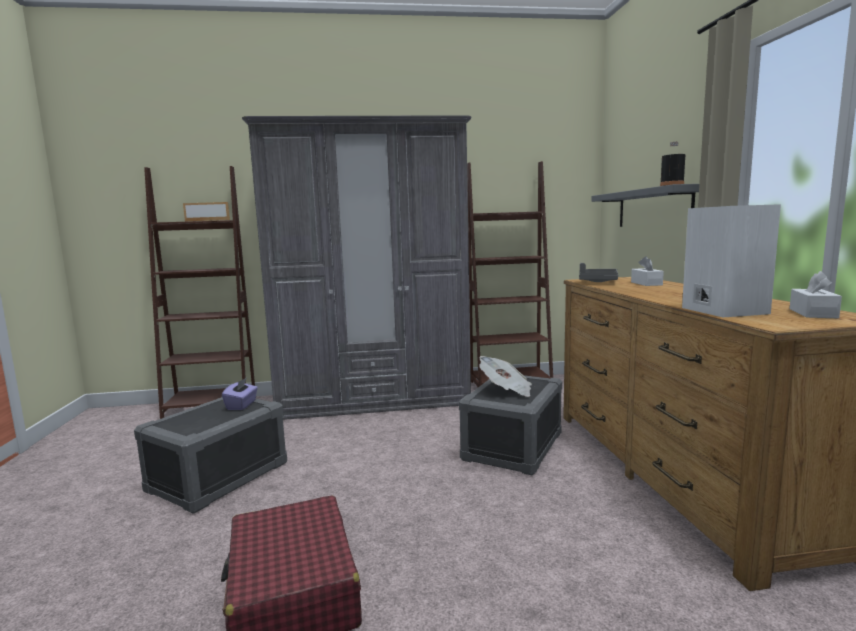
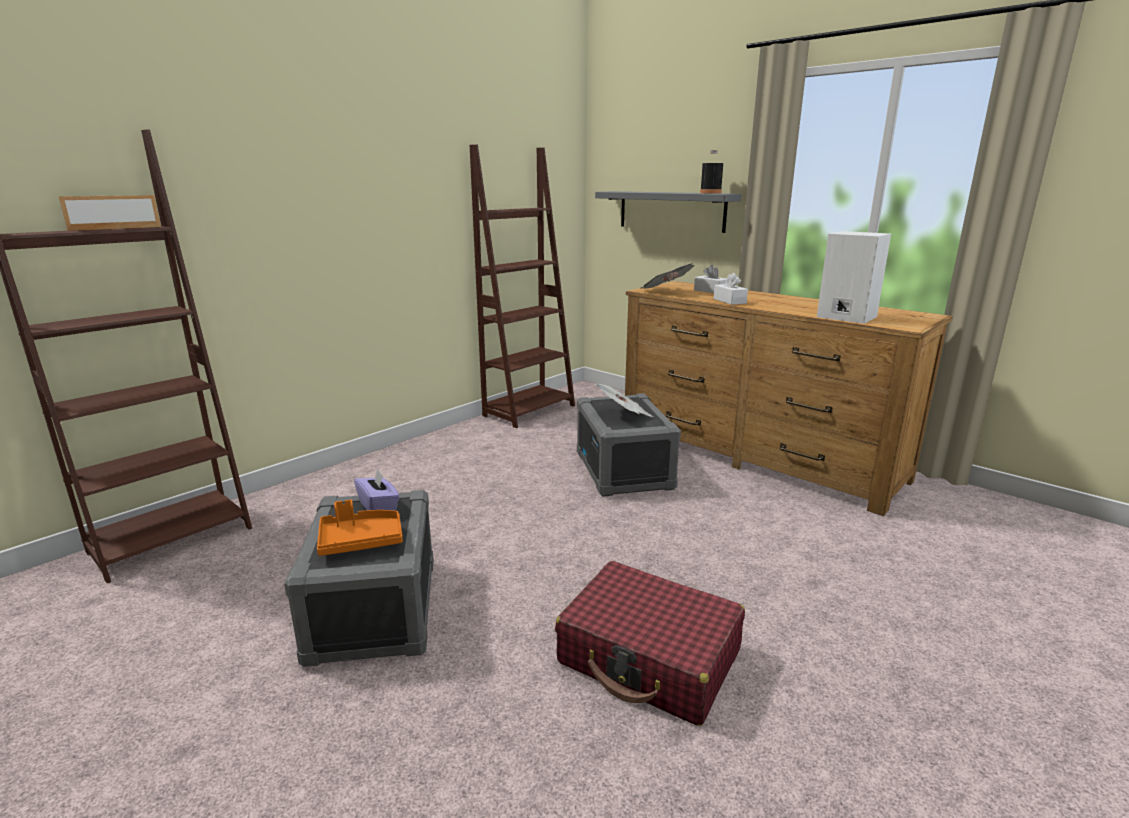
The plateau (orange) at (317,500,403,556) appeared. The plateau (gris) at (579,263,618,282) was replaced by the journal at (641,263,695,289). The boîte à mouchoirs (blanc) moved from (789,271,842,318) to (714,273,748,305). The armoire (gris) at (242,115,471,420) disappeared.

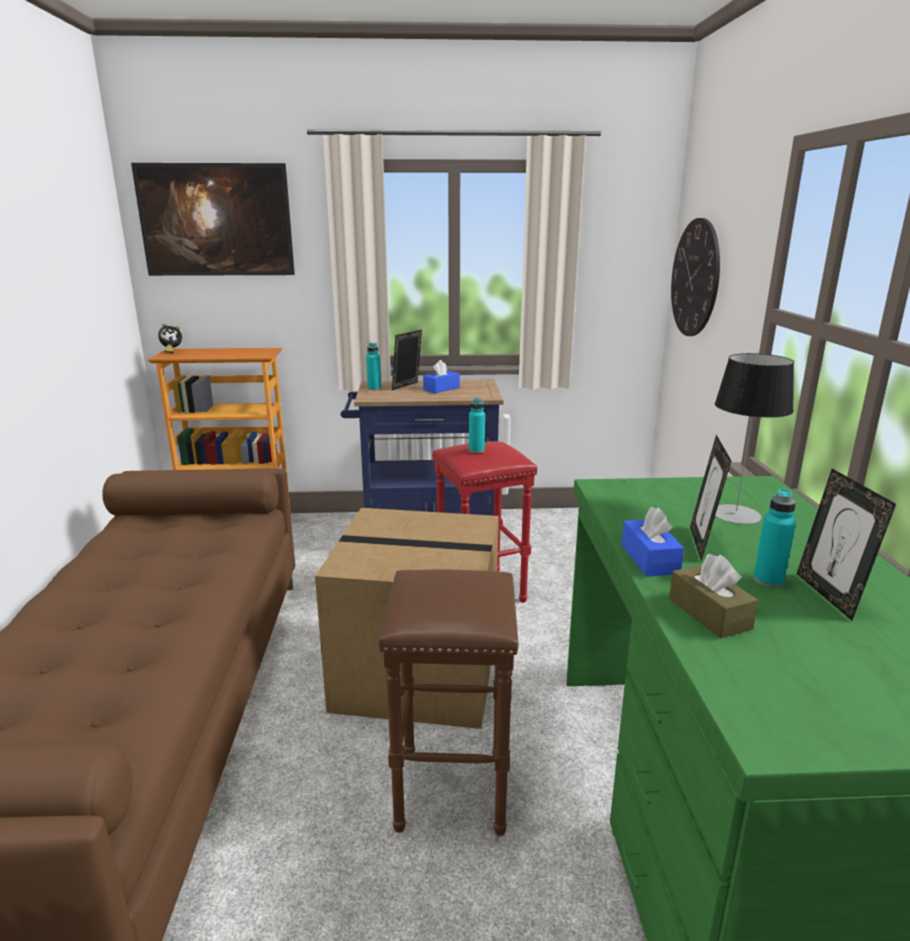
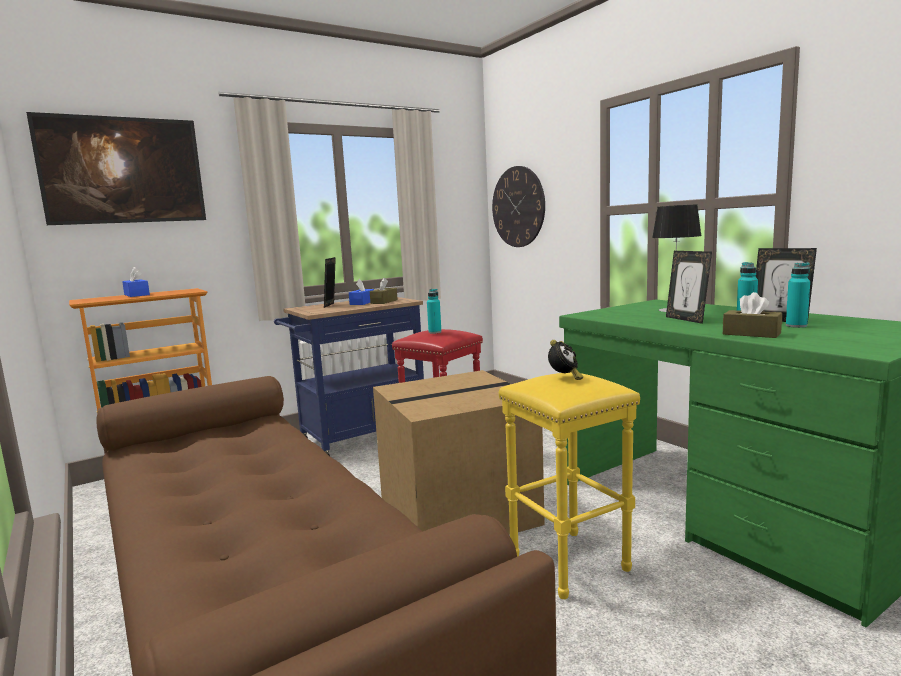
The boîte à mouchoirs (bleu) moved from (622,507,684,577) to (122,267,150,297). The boîte à mouchoirs (marron) at (370,278,398,304) appeared. The tabouret (marron) at (379,569,519,836) became the tabouret (jaune) at (499,372,640,599). The réveil moved from (158,324,182,353) to (548,340,583,380). The bouteille (turquoise) moved from (366,343,381,390) to (786,263,810,328).

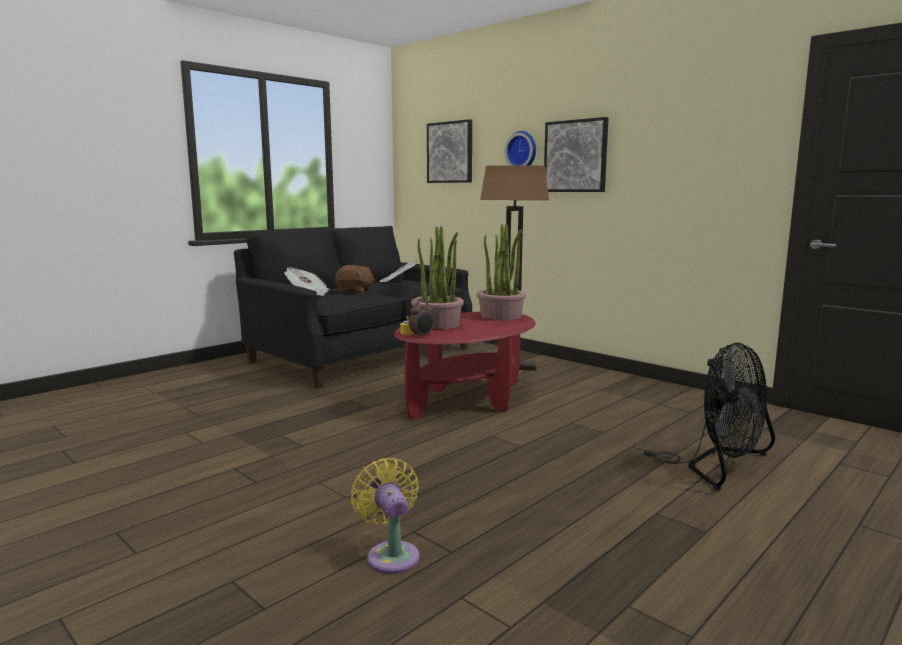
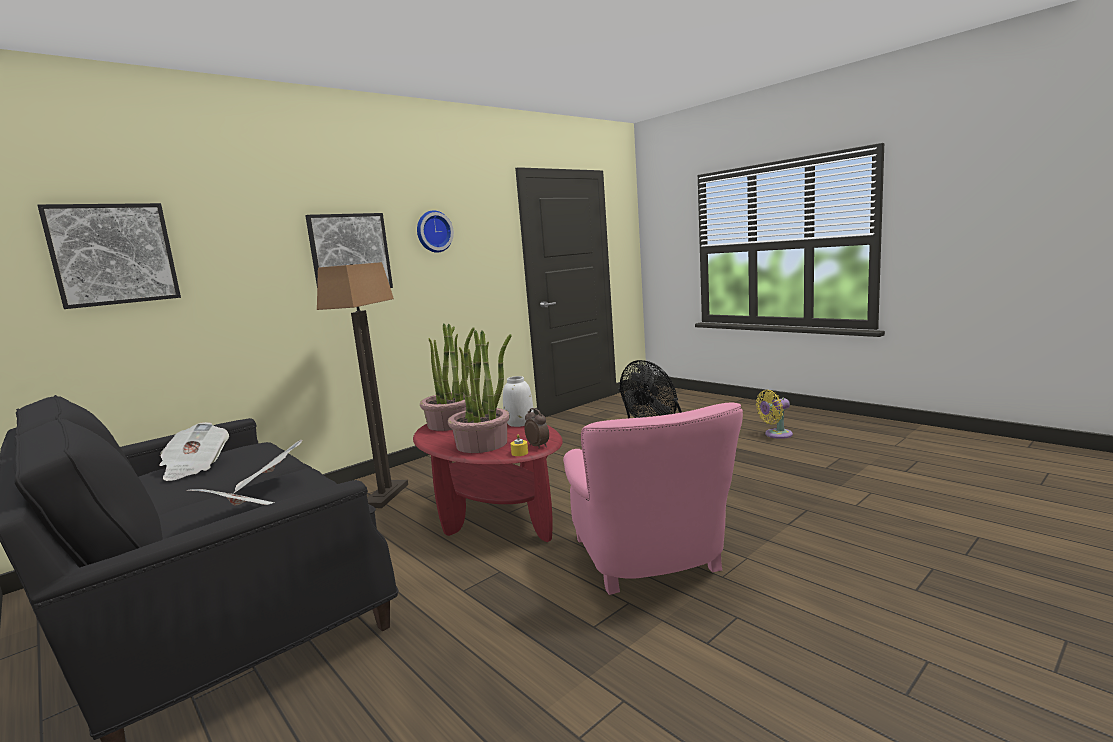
The peluche (marron) at (335,265,375,294) was replaced by the journal at (233,440,302,494). The horloge murale moved from (505,131,536,165) to (417,210,454,253). The vase (blanc) at (503,376,534,427) appeared. The fauteuil (rose) at (563,403,743,595) appeared. The ventilateur (jaune) moved from (351,458,420,574) to (756,390,793,439).

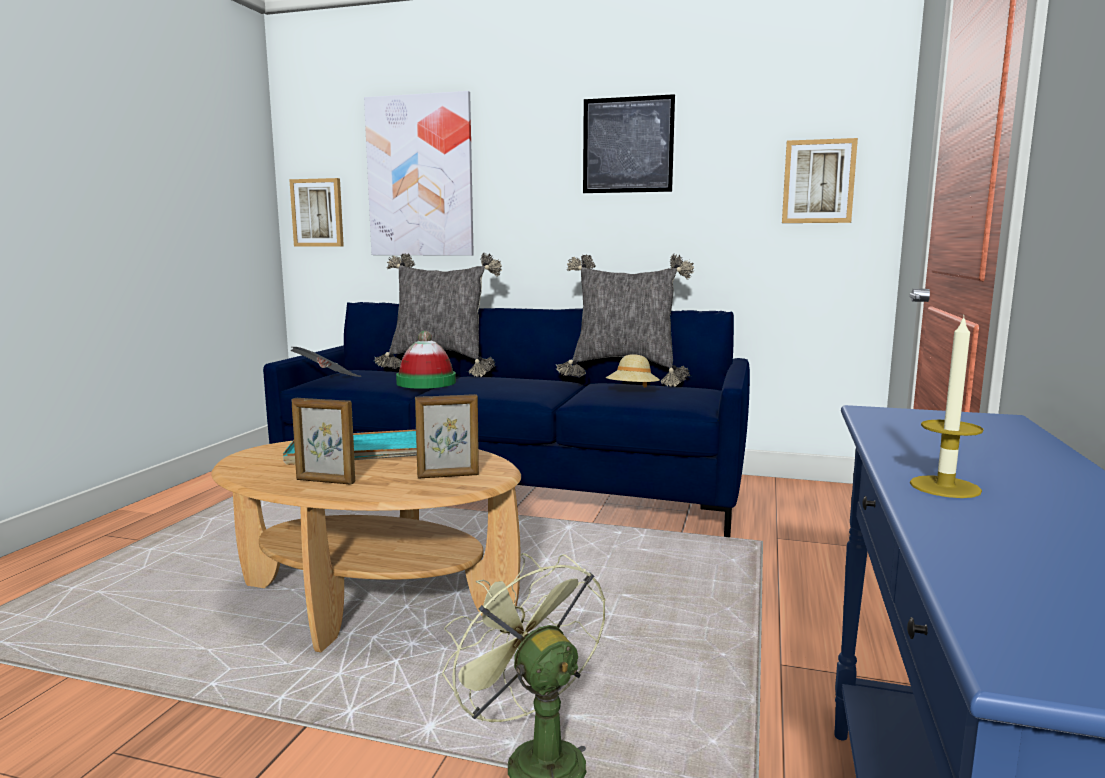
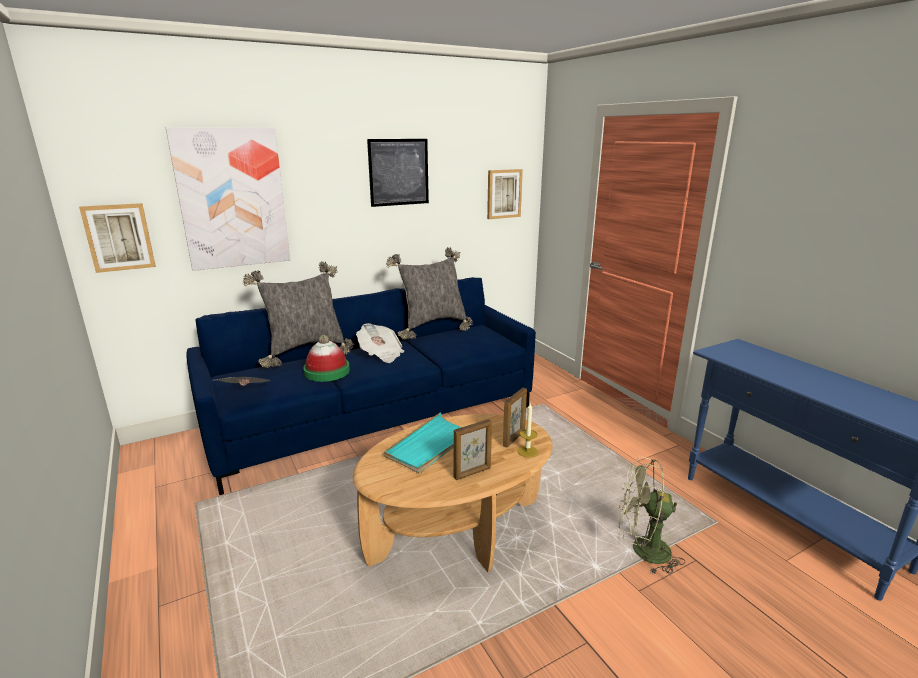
The journal at (356,323,404,363) appeared. The bougie moved from (910,315,984,498) to (517,403,538,457). The chapeau (beige) at (606,354,660,388) disappeared.

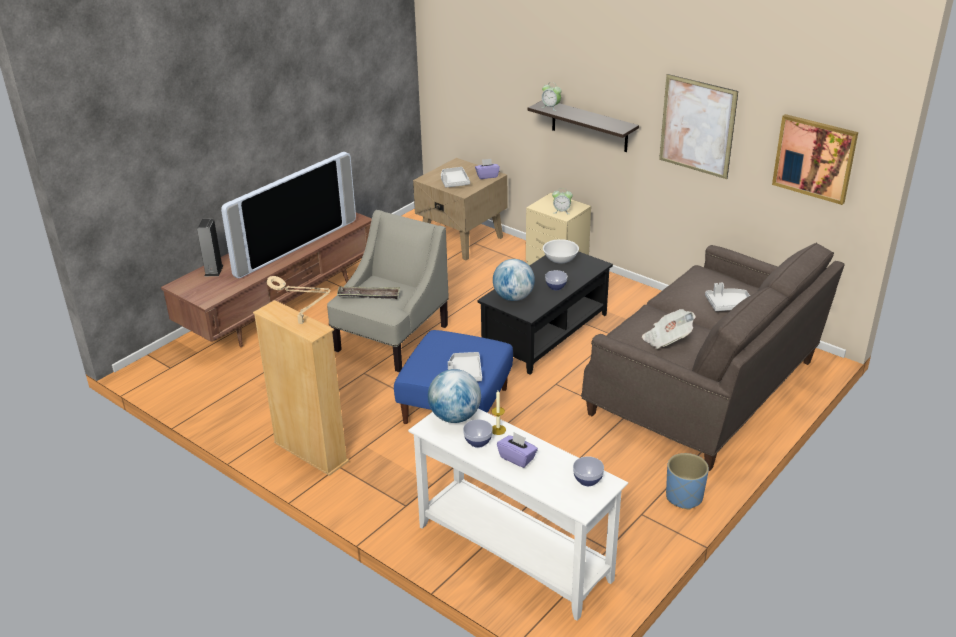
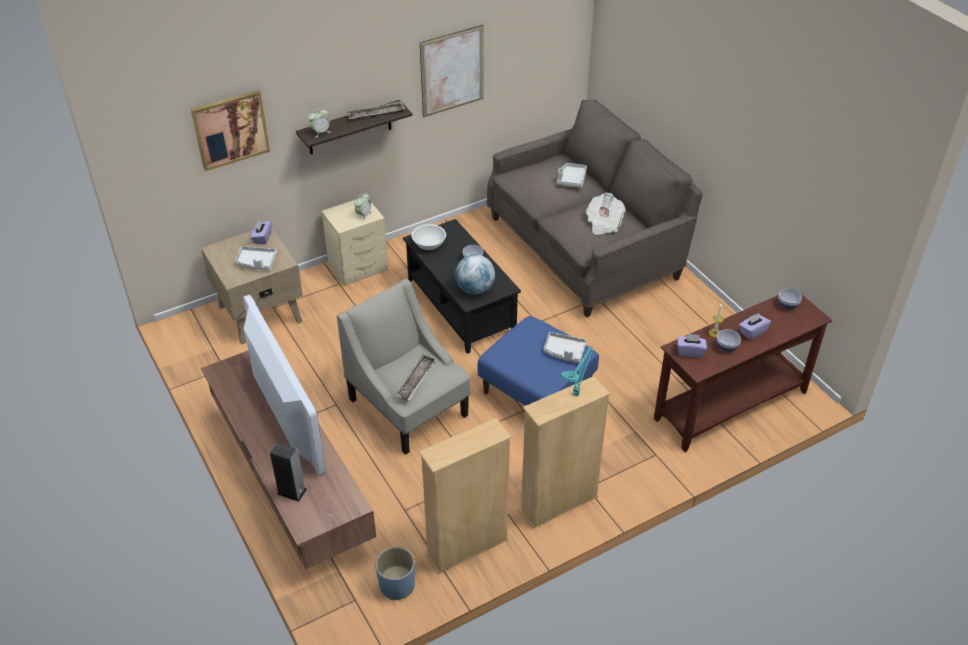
The tableau moved from (772,114,858,205) to (191,90,270,171). The plateau at (346,101,405,120) appeared. The cache-pot (bleu) moved from (666,453,709,510) to (375,546,415,600). The bibliothèque (beige) at (419,418,511,574) appeared. The lampe de table (beige) at (267,276,331,324) became the lampe de table (turquoise) at (561,346,594,397). The table console (blanc) at (408,408,628,621) became the table console (marron) at (654,288,832,452). The globe at (428,369,481,423) was replaced by the boîte à mouchoirs (violet) at (678,333,707,358).

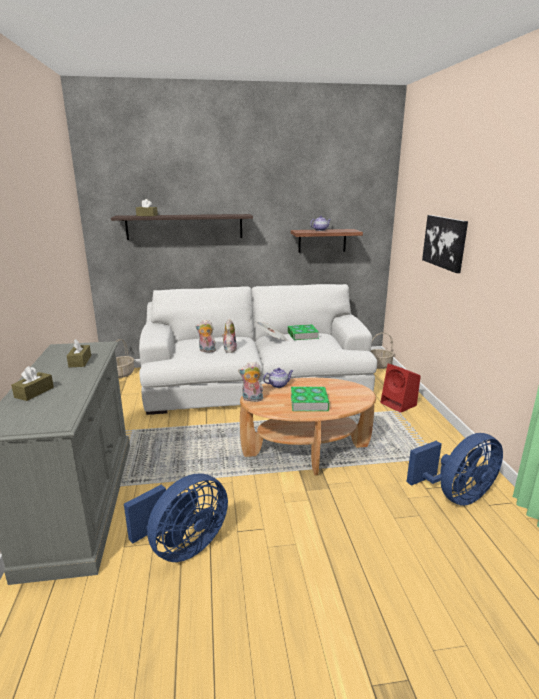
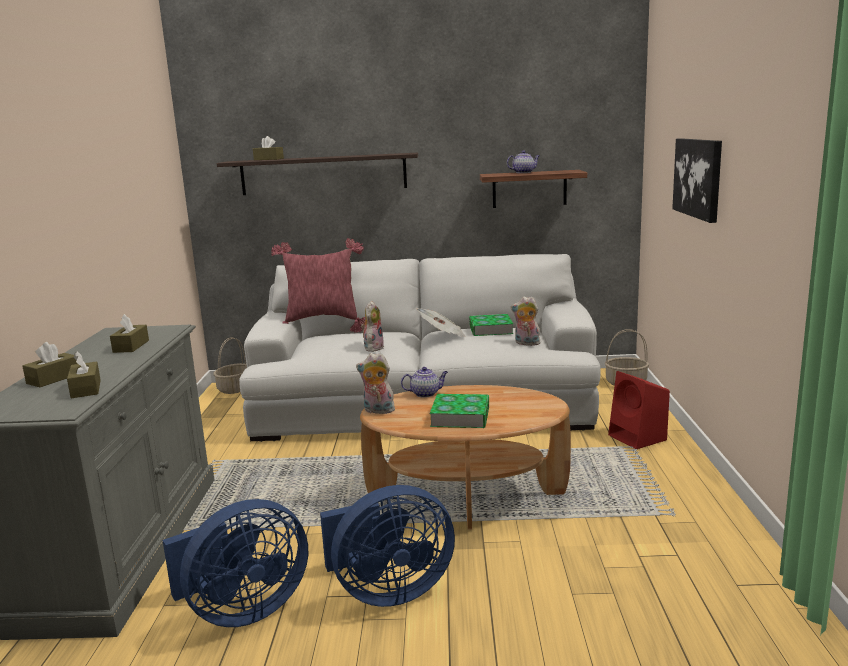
The boîte à mouchoirs (marron) at (67,351,101,398) appeared. The coussin (rouge) at (271,238,365,333) appeared. The ventilateur (bleu) moved from (406,433,503,506) to (320,485,455,607). The peluche moved from (195,320,216,352) to (511,296,540,346).

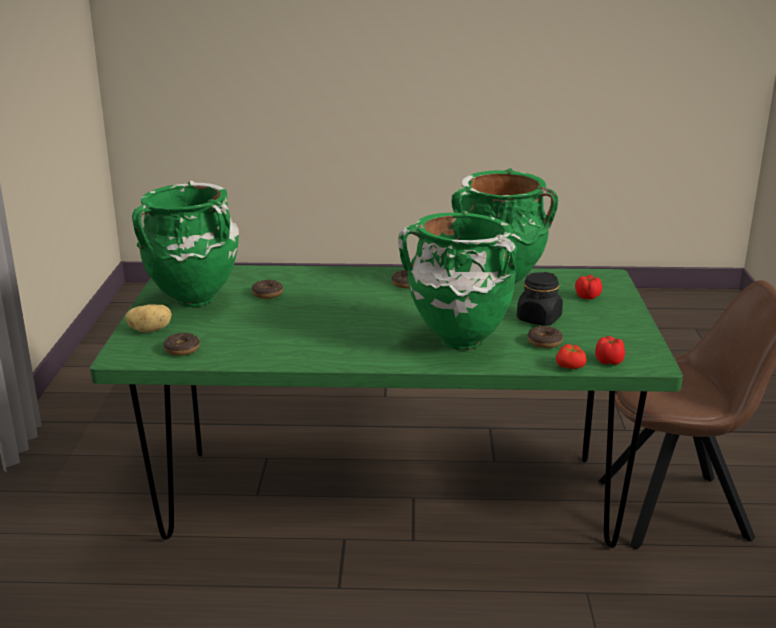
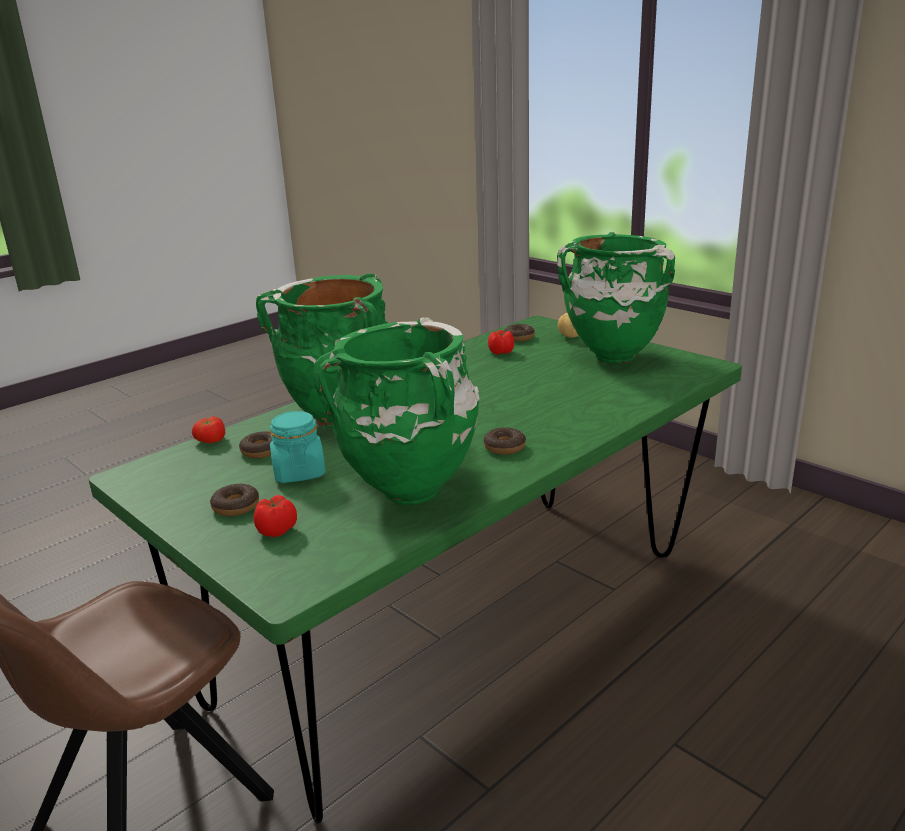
The beignet moved from (251,280,283,299) to (210,483,259,516). The bocal (noir) at (517,272,563,326) became the bocal (turquoise) at (270,411,326,483). The tomate moved from (595,336,625,365) to (488,330,514,355).

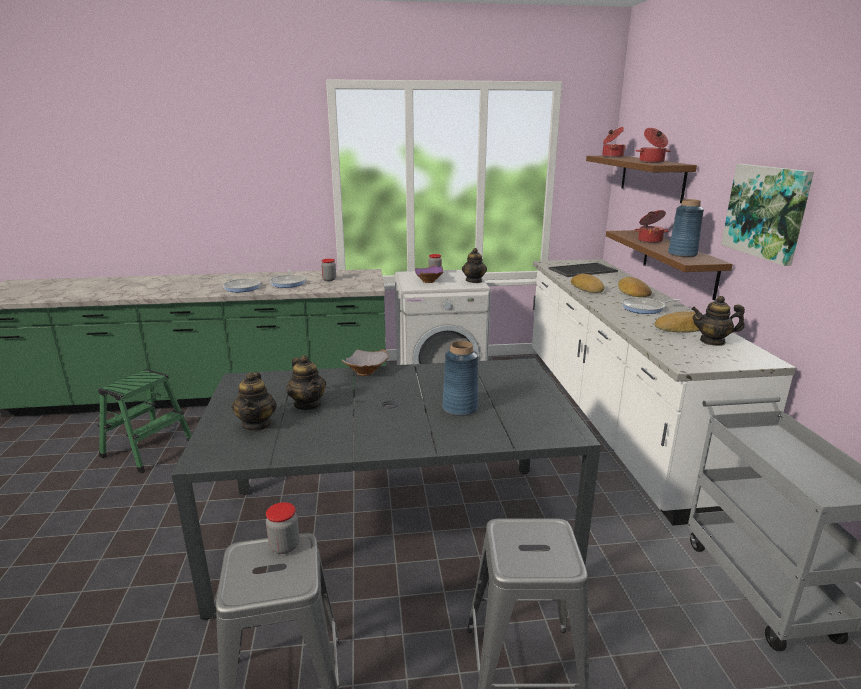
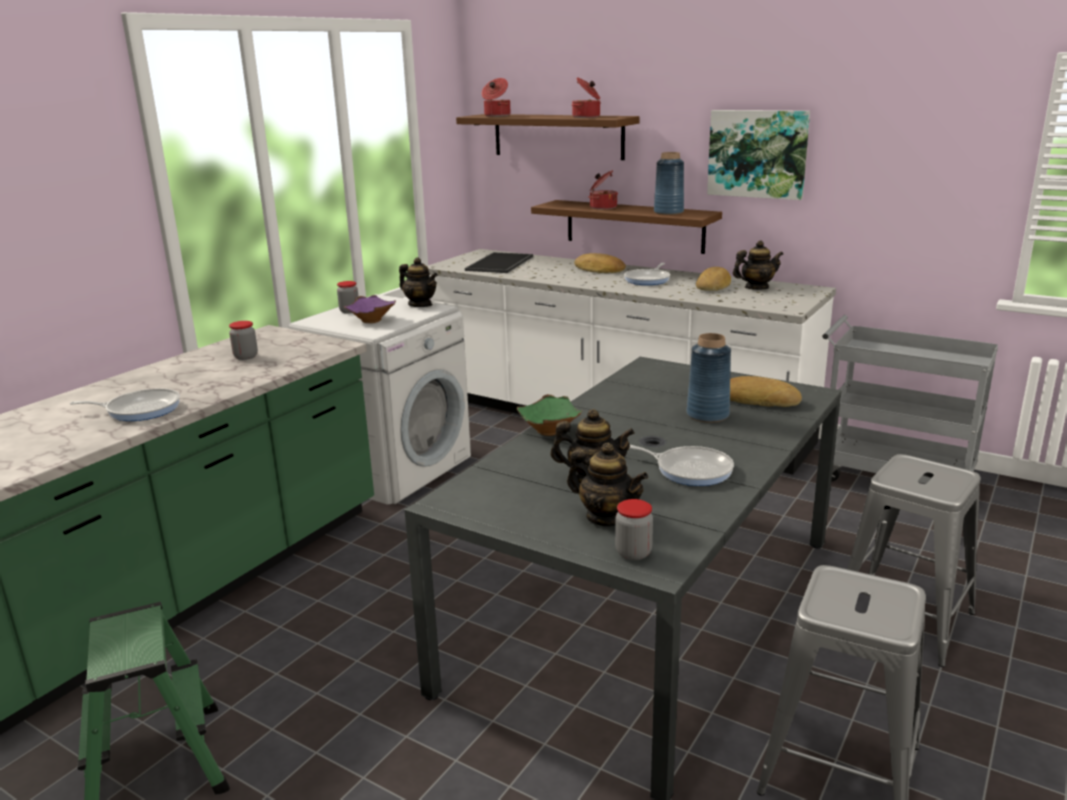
The bol (gris) at (342,349,389,376) became the bol (vert) at (516,394,582,436). The bocal moved from (266,502,300,554) to (615,499,653,560). The poêle moved from (270,269,306,288) to (630,445,734,486). The pain moved from (571,274,605,293) to (730,376,802,407). The théière at (691,296,745,346) turned 150 degrees counterclockwise.

